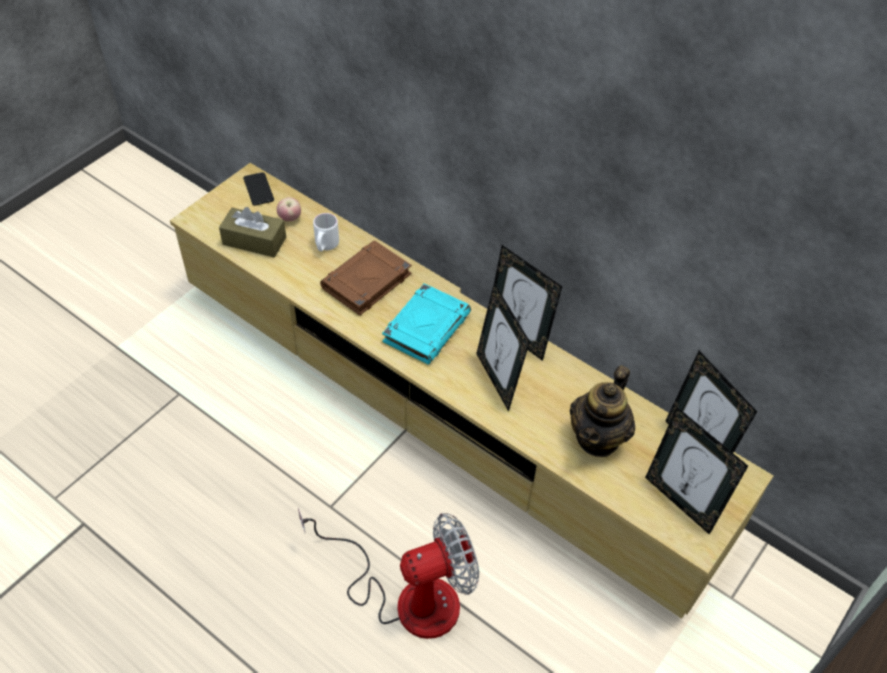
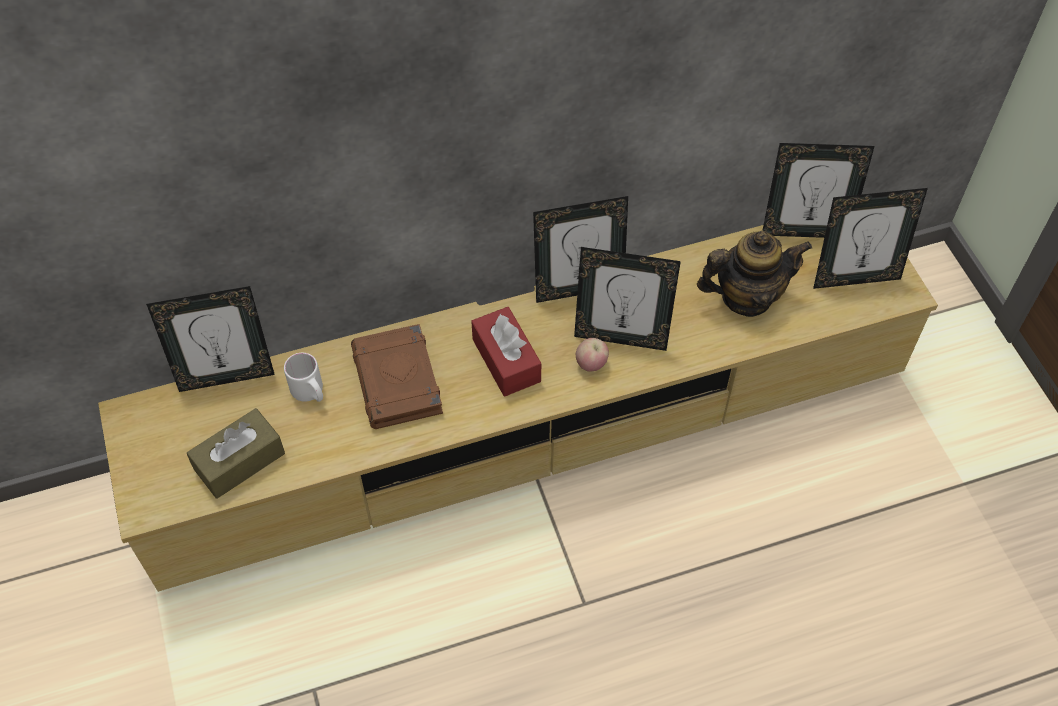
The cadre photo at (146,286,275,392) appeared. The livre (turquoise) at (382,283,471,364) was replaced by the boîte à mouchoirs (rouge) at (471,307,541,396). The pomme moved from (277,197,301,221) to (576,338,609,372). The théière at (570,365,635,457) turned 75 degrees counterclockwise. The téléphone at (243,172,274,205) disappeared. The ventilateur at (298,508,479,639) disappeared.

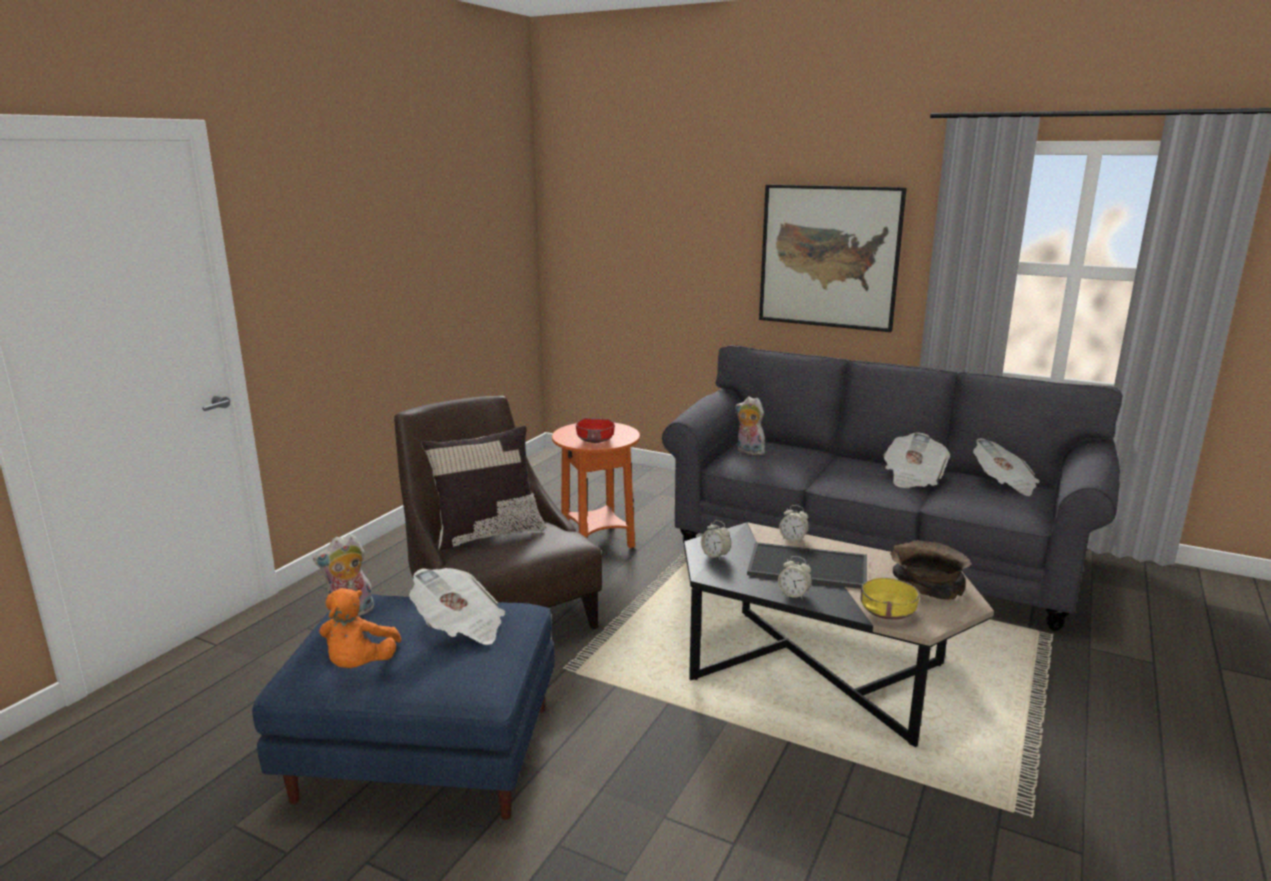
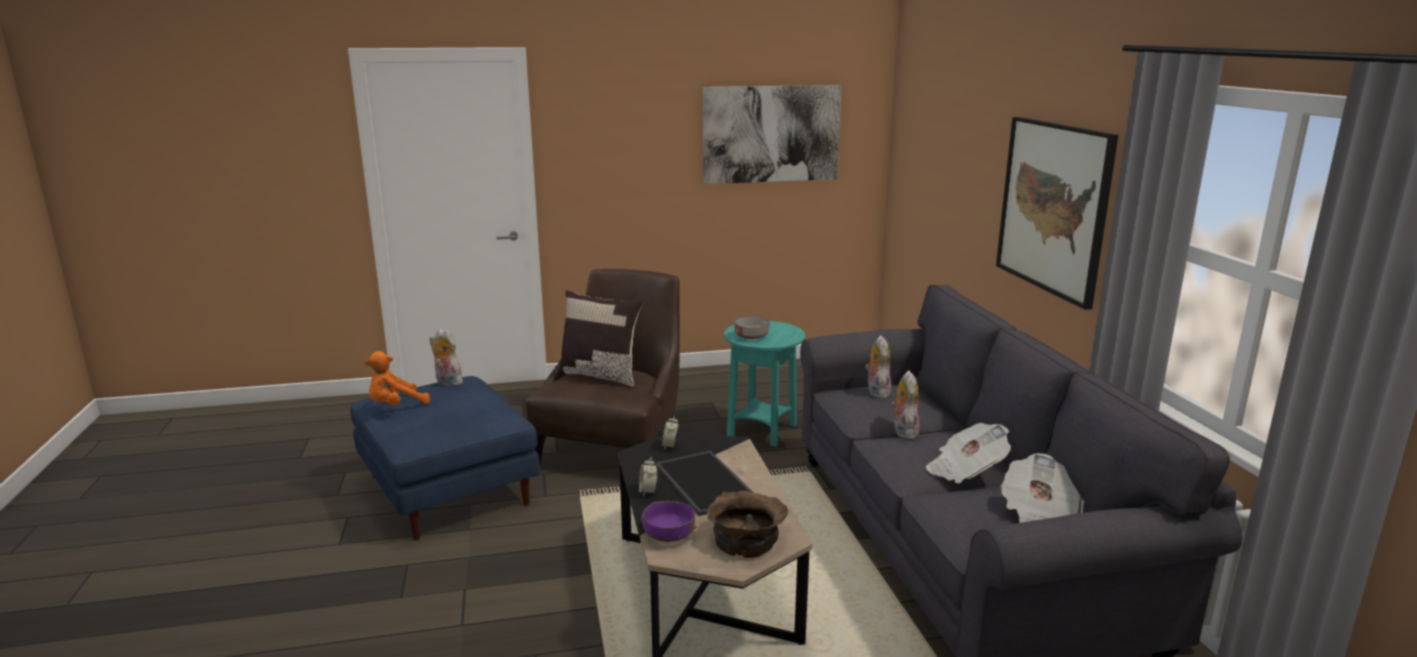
The bol (jaune) at (861,578,920,619) became the bol (violet) at (640,501,697,542). The tableau at (703,85,842,184) appeared. The table d'appoint (orange) at (552,423,640,548) became the table d'appoint (turquoise) at (724,321,805,447). The bol (rouge) at (576,418,615,443) became the bol (gris) at (734,315,770,339). The peluche at (891,370,920,439) appeared. The journal at (409,568,505,645) disappeared. The réveil at (779,505,809,542) disappeared.

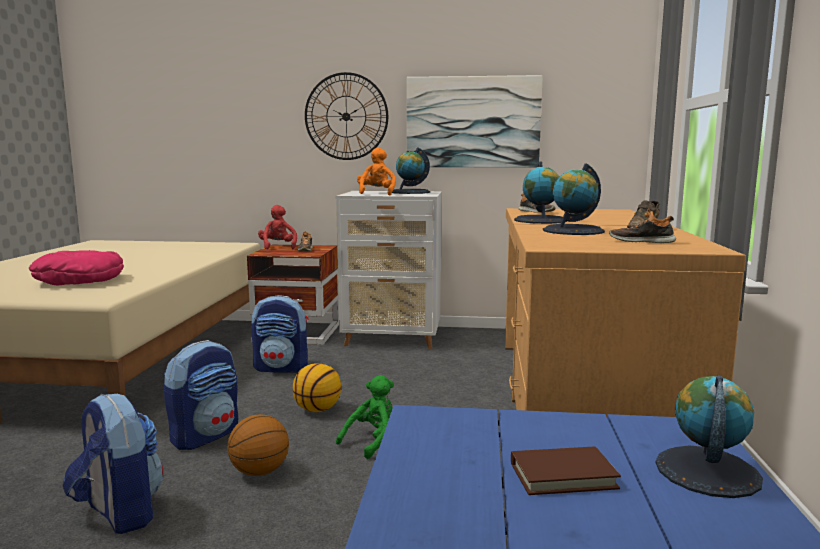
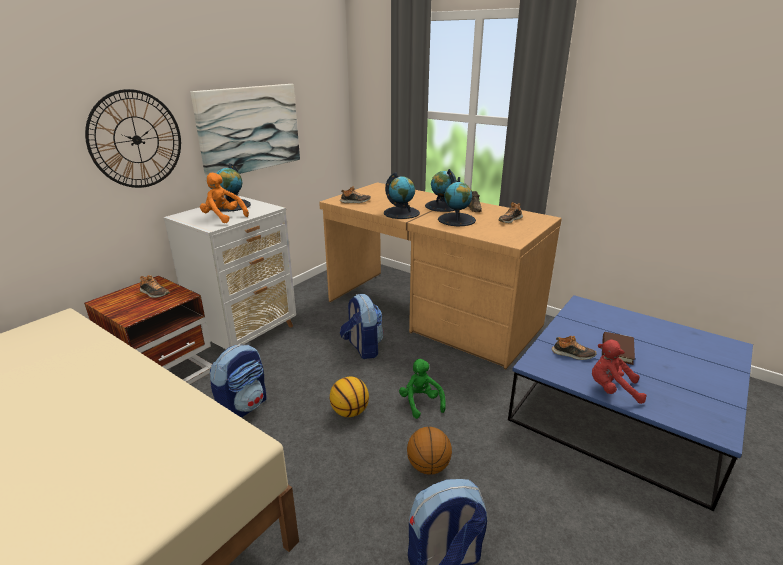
The sac à dos moved from (164,340,238,450) to (340,294,383,359). The globe moved from (656,375,763,498) to (425,169,457,212). The chaussure at (552,336,597,360) appeared. The peluche (rouge) moved from (258,205,297,250) to (592,339,646,404). The coussin (rose) at (29,250,124,285) disappeared.

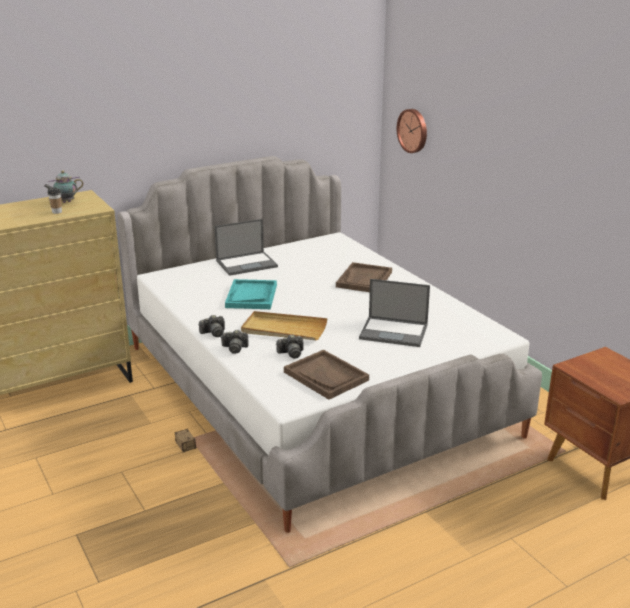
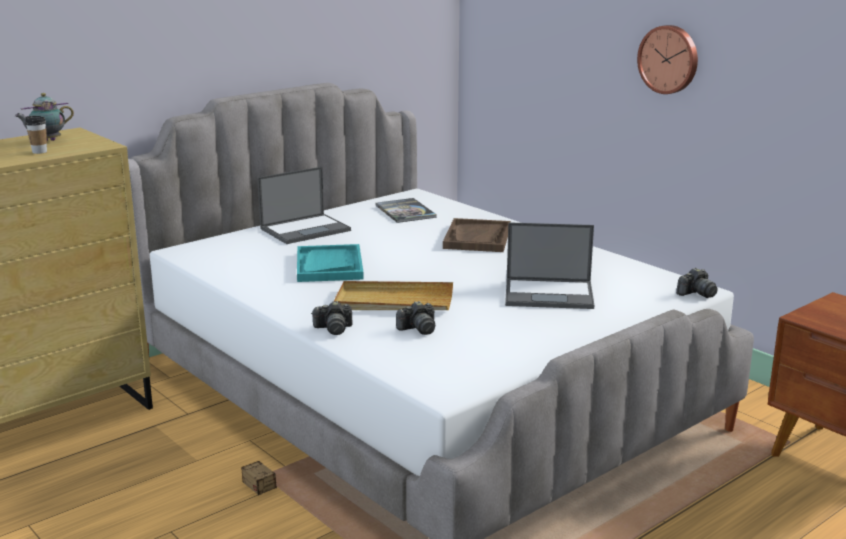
The livre at (375,198,437,223) appeared. The horloge murale moved from (397,109,427,153) to (637,25,698,94). The appareil photo moved from (199,315,225,337) to (676,268,718,298). The plateau (marron) at (284,350,369,400) disappeared.

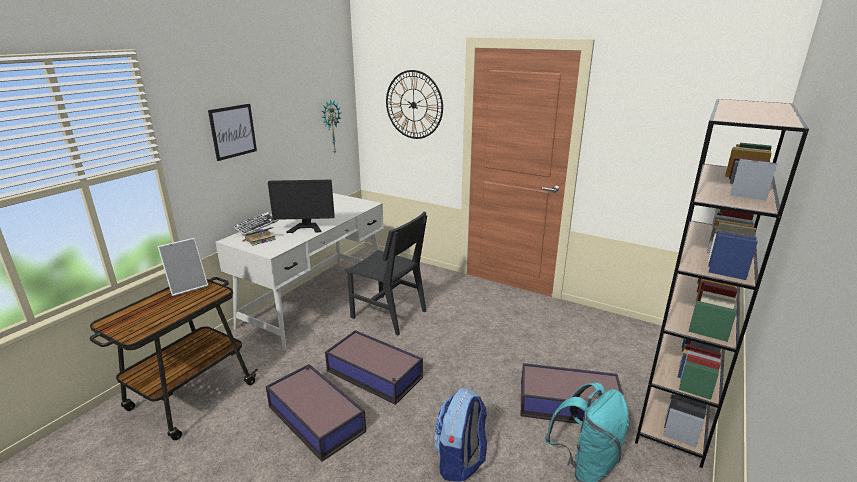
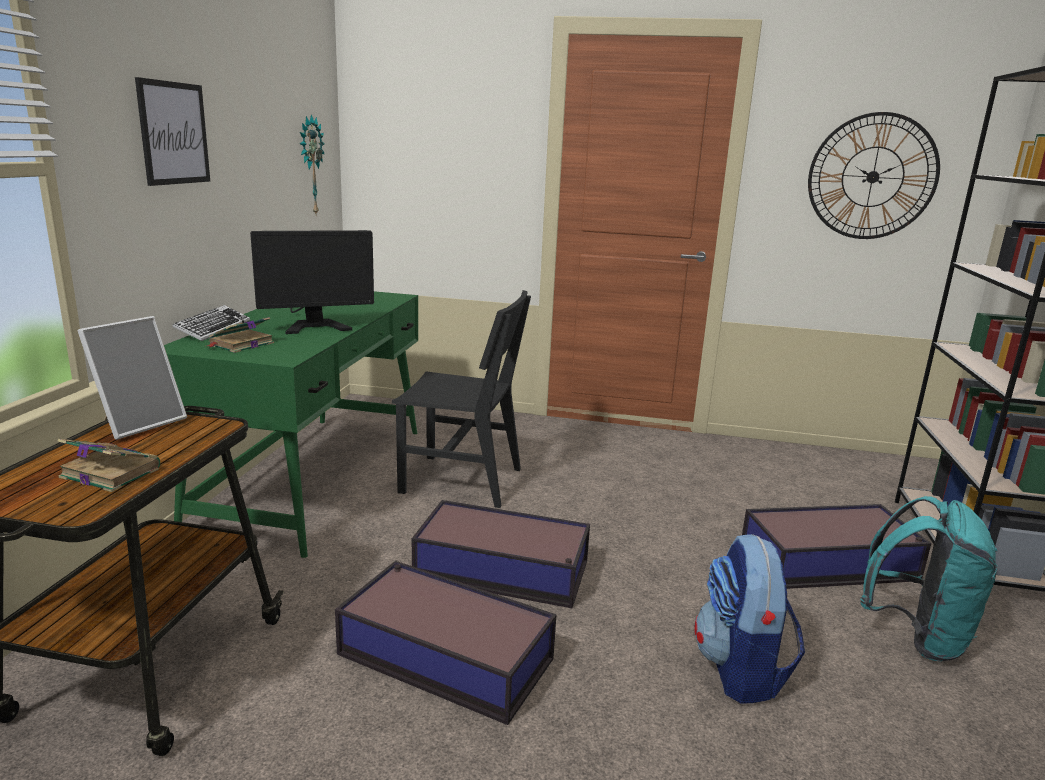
The livre at (58,439,160,492) appeared. The bureau (blanc) at (216,193,384,350) became the bureau (vert) at (164,291,418,558). The horloge murale moved from (386,70,443,139) to (808,112,940,239).

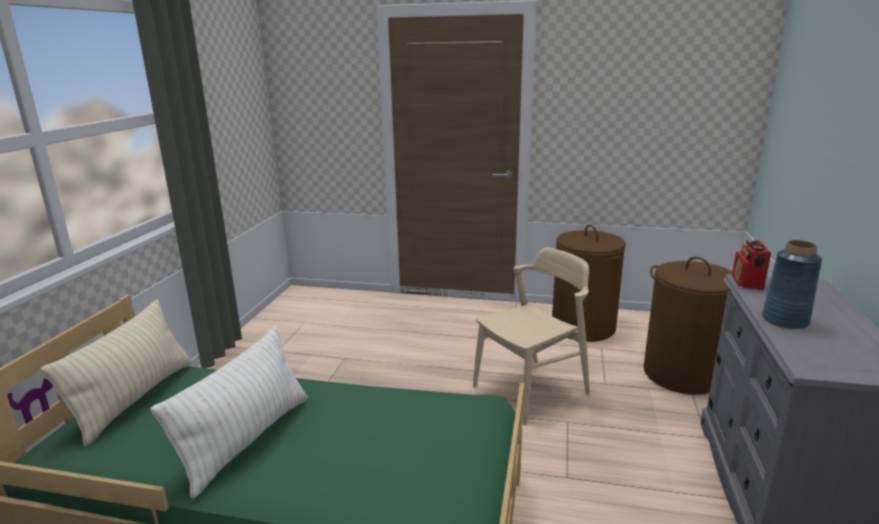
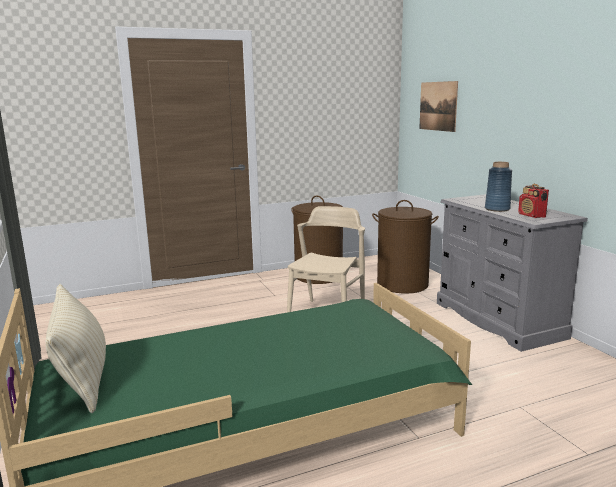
The tableau at (419,81,458,132) appeared. The radio moved from (732,239,771,290) to (518,184,549,218). The coussin (blanc) at (150,326,308,499) disappeared.

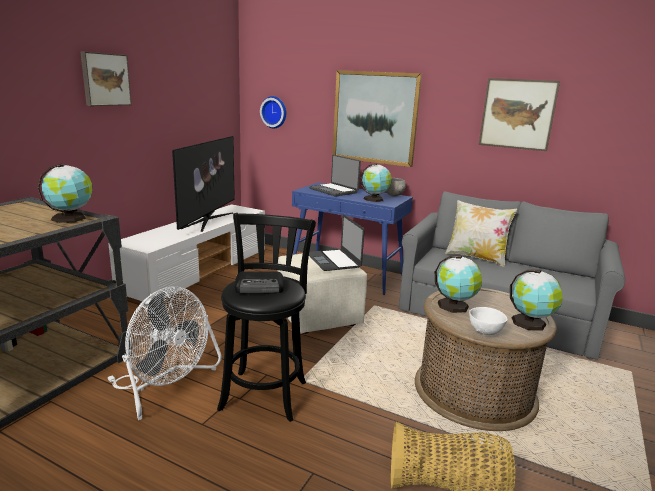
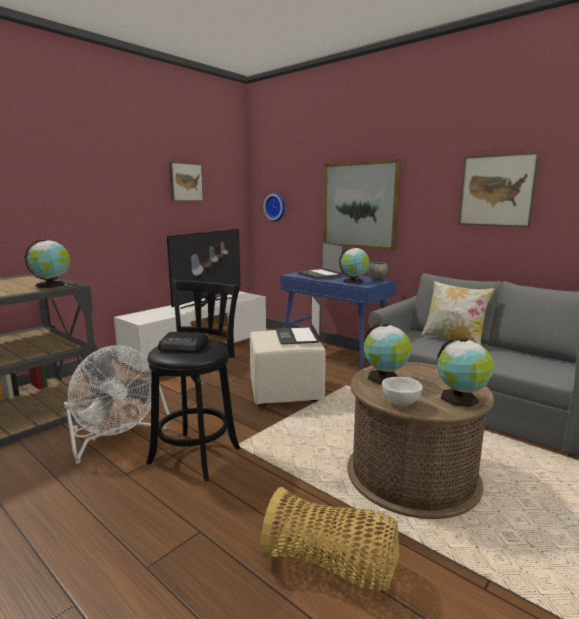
The tableau moved from (80,52,132,106) to (169,162,204,201).

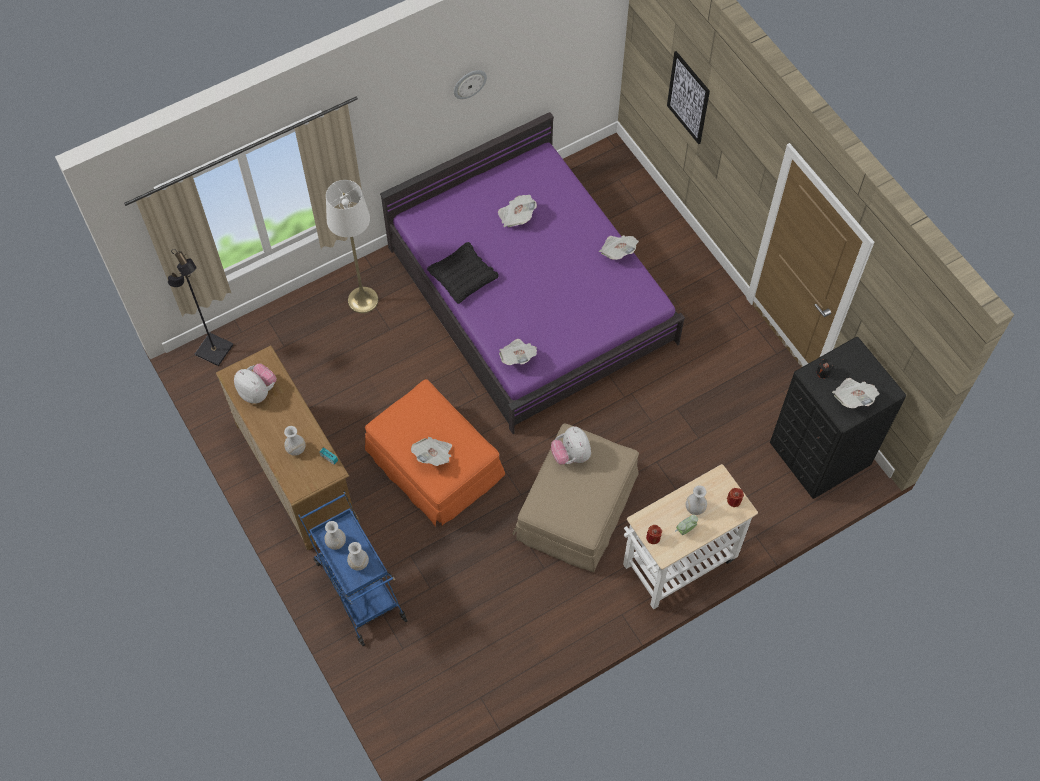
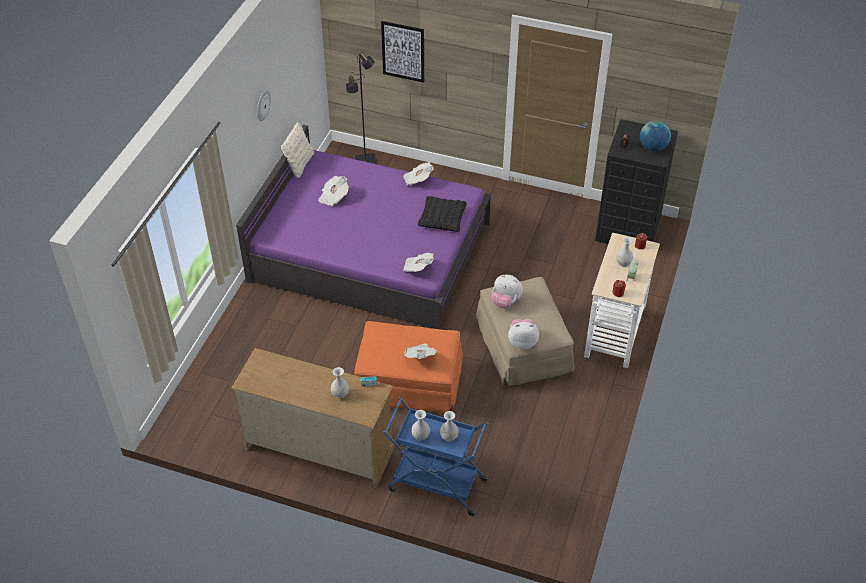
The coussin (beige) at (281,122,314,178) appeared. The lampadaire (noir) moved from (168,249,233,366) to (346,52,377,164). The coussin (noir) moved from (427,242,499,304) to (418,196,467,232). The peluche moved from (234,364,277,404) to (508,319,539,349). The journal at (832,378,879,408) was replaced by the globe at (640,121,671,152). The lampadaire (blanc) at (326,180,379,313) disappeared.

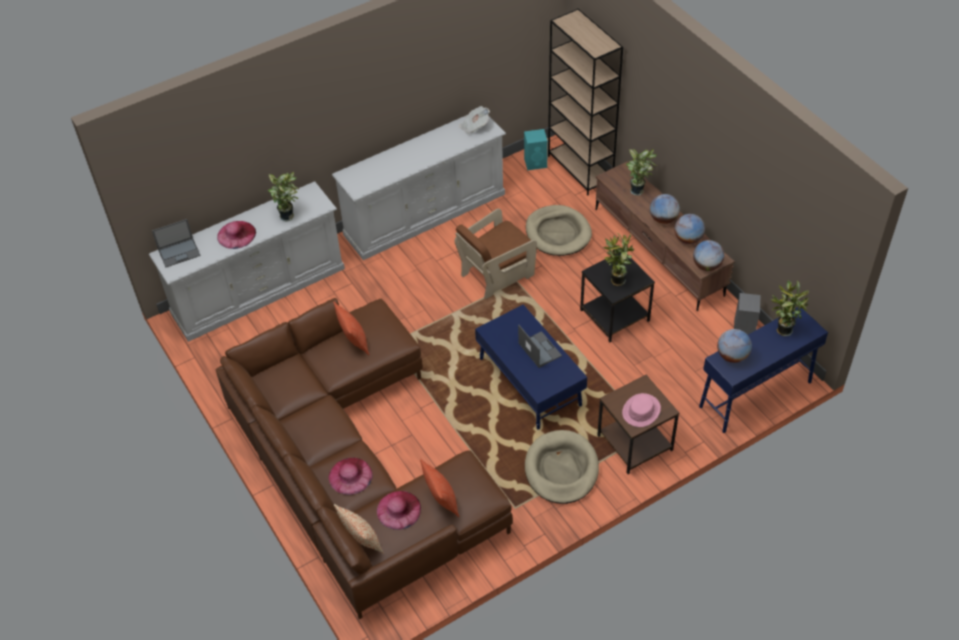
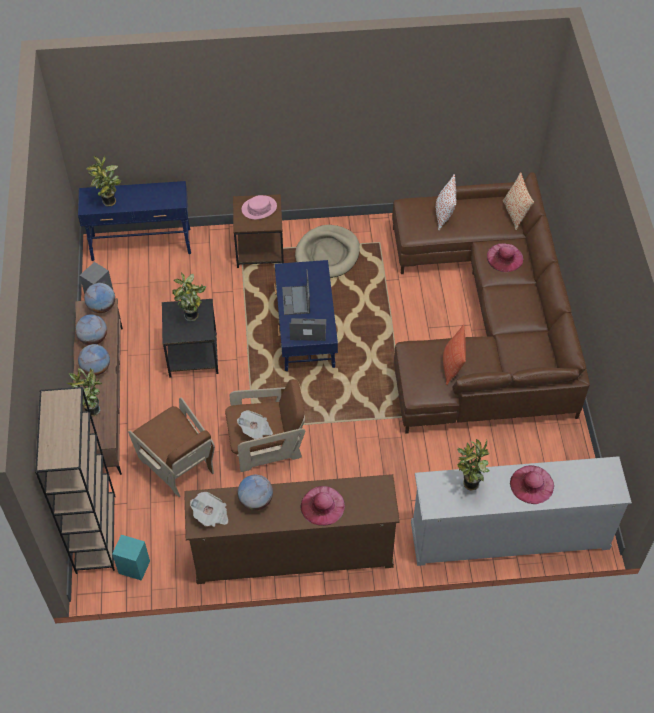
The panier pour chien (beige) at (526,205,592,256) was replaced by the fauteuil (marron) at (128,398,215,497). The meuble de rangement (blanc) at (332,115,506,260) became the meuble de rangement (marron) at (184,474,400,584). The journal at (237,410,273,439) appeared. The globe moved from (717,329,752,363) to (237,475,273,510). The ordinateur portable moved from (152,219,201,268) to (289,318,326,341). The chapeau (rose) moved from (377,491,421,530) to (300,486,345,526). The coussin (orange) at (420,459,460,517) became the coussin (blanc) at (436,174,456,230).

